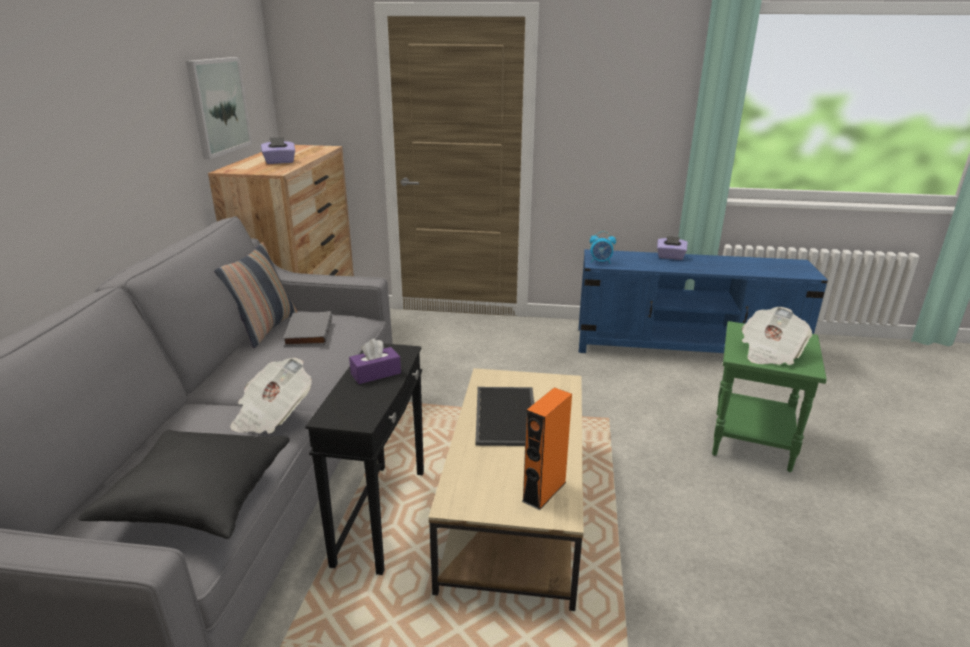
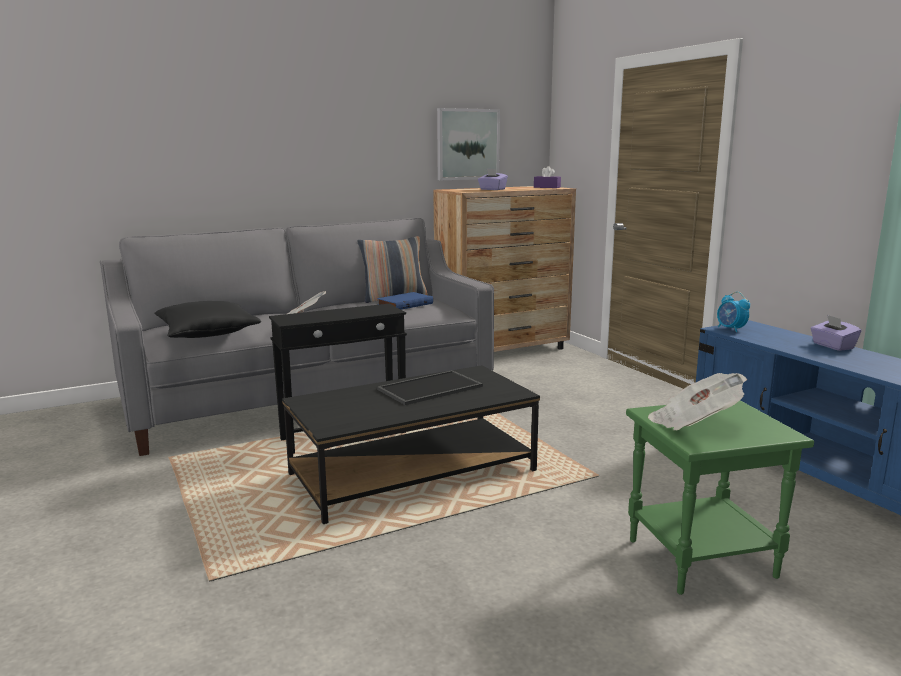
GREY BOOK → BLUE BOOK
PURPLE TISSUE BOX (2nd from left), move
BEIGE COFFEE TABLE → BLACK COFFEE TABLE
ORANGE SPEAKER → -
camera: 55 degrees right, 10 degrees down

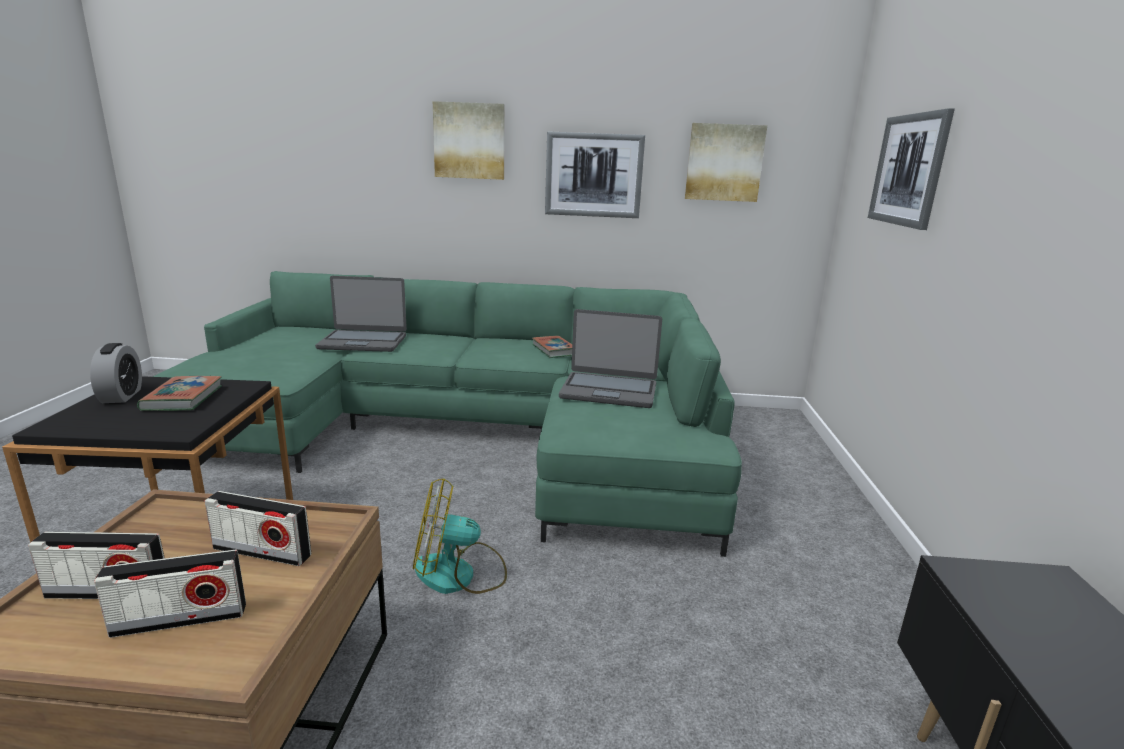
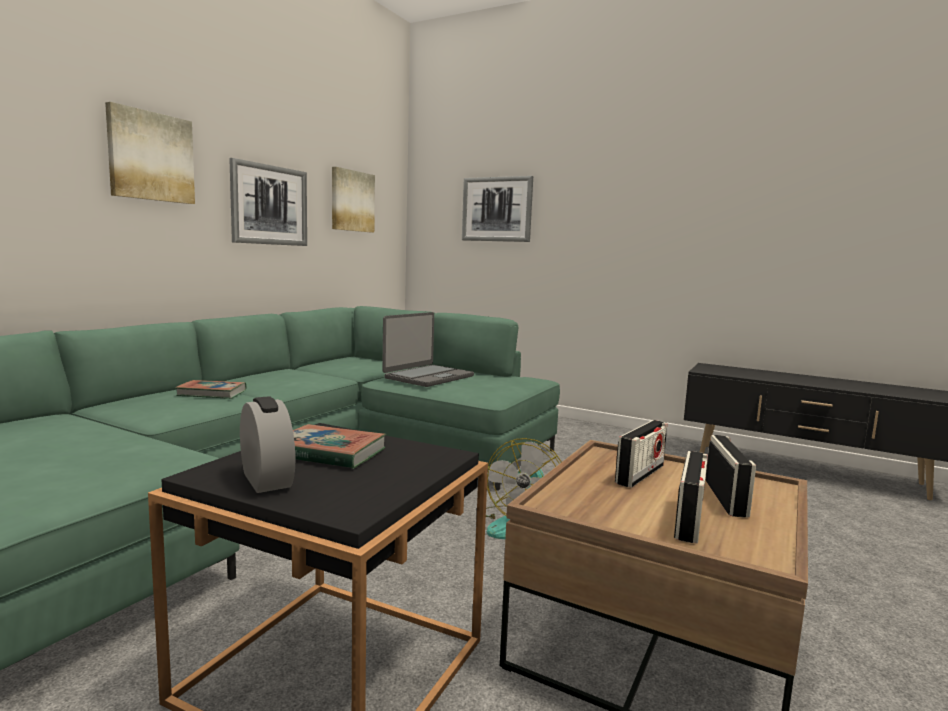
ALARM CLOCK, 45 degrees clockwise
LAPTOP (1st from left) → -
BOOK (2nd from left in the first image) → BOOK (1st from left), move
camera: 65 degrees left, 10 degrees down

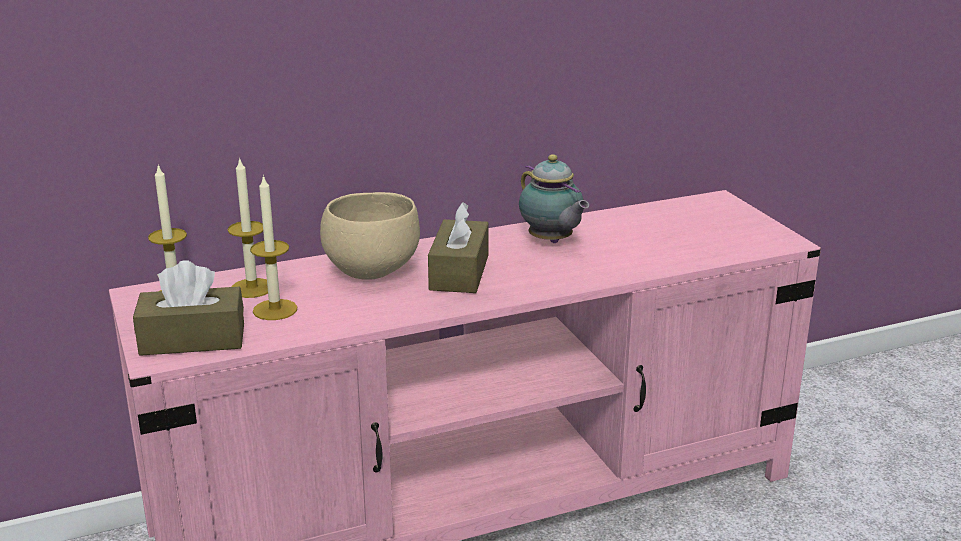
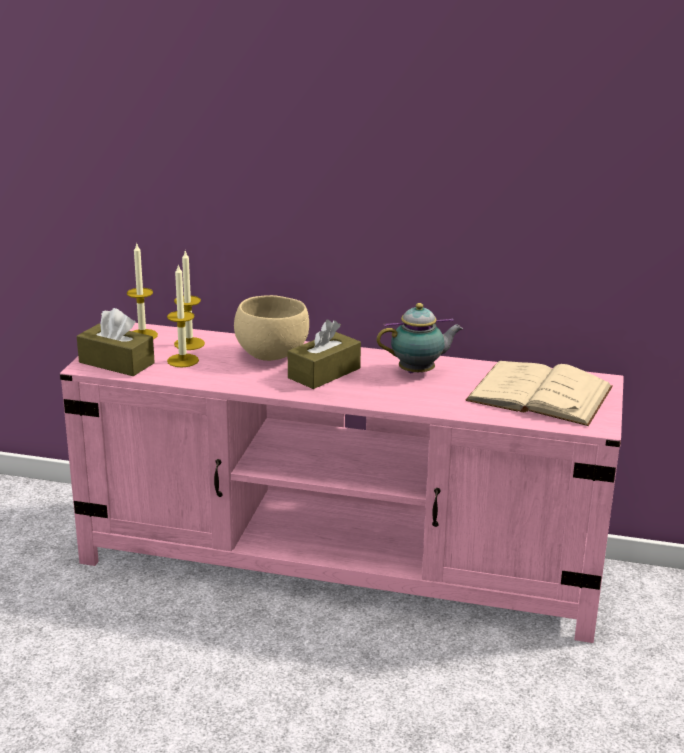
TEAPOT, 105 degrees counterclockwise
- → BEIGE BOOK
camera: 35 degrees right, 0 degrees up

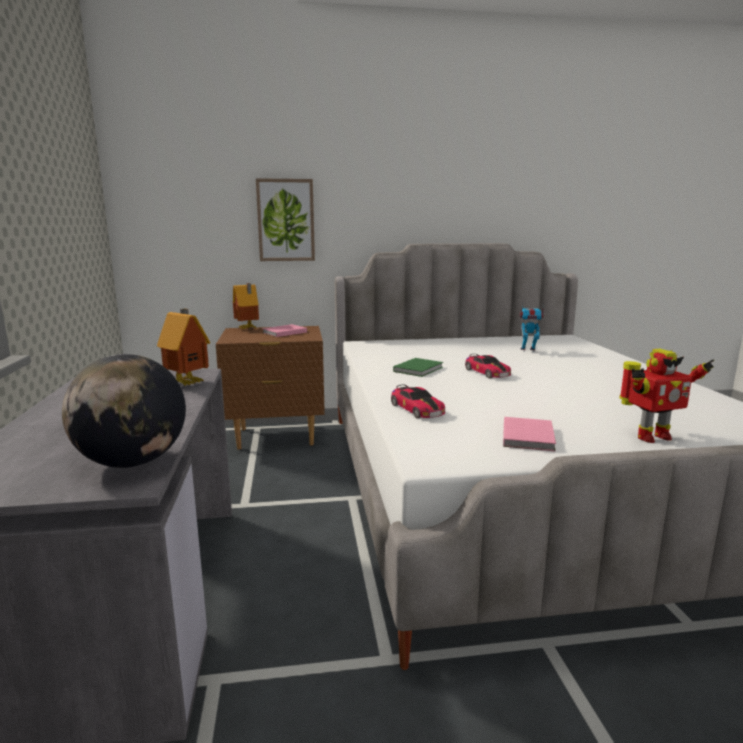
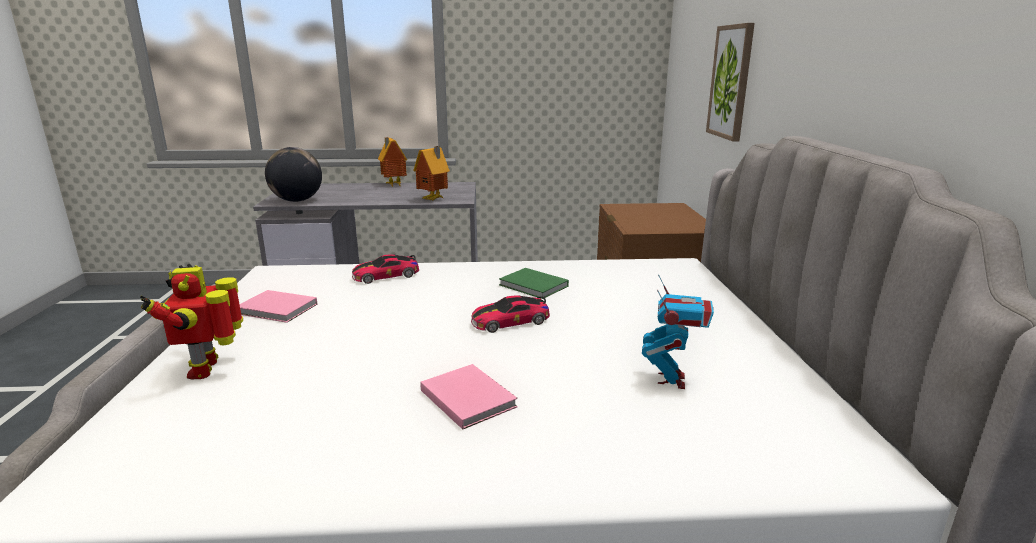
TOY HOUSE (2nd from left in the first image) → TOY HOUSE (1st from left), move
PINK BOOK (1st from left in the first image) → PINK BOOK (2nd from left), move
camera: 95 degrees right, 5 degrees up

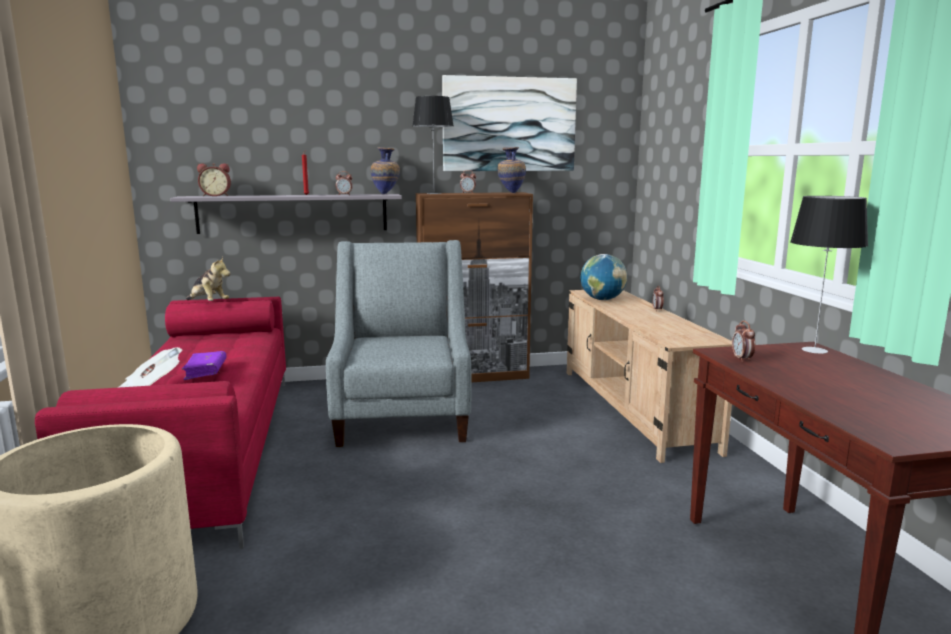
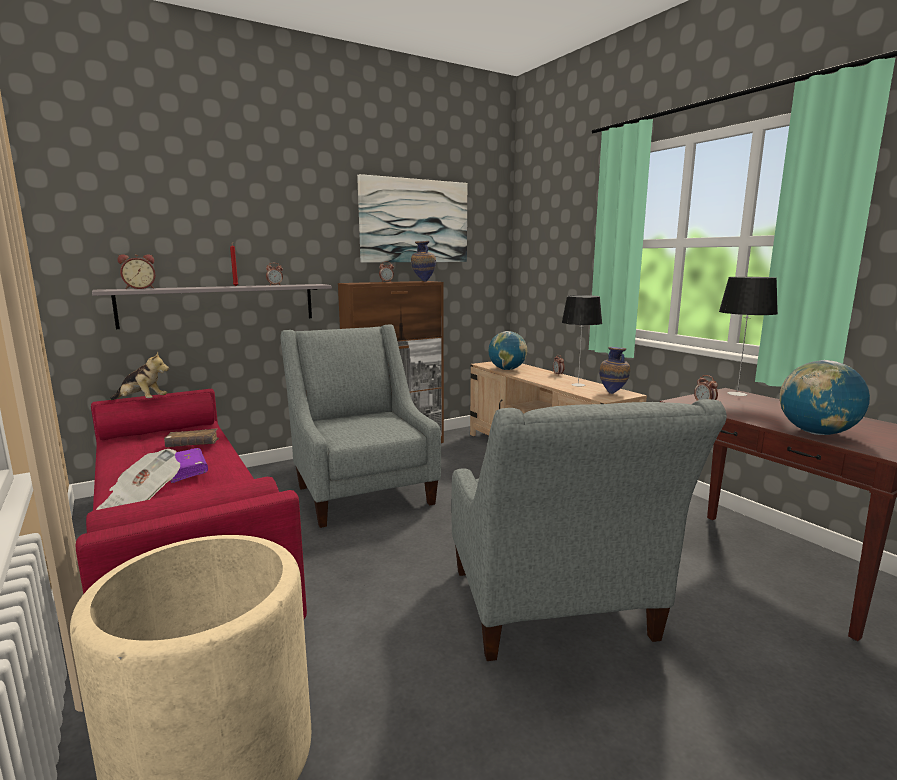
VASE (1st from left in the first image) → VASE (2nd from left), move
TABLE LAMP (1st from left), move
- → BROWN BOOK
- → GREY ARMCHAIR (2nd from left)
- → GLOBE (2nd from left)
camera: 20 degrees left, 0 degrees up

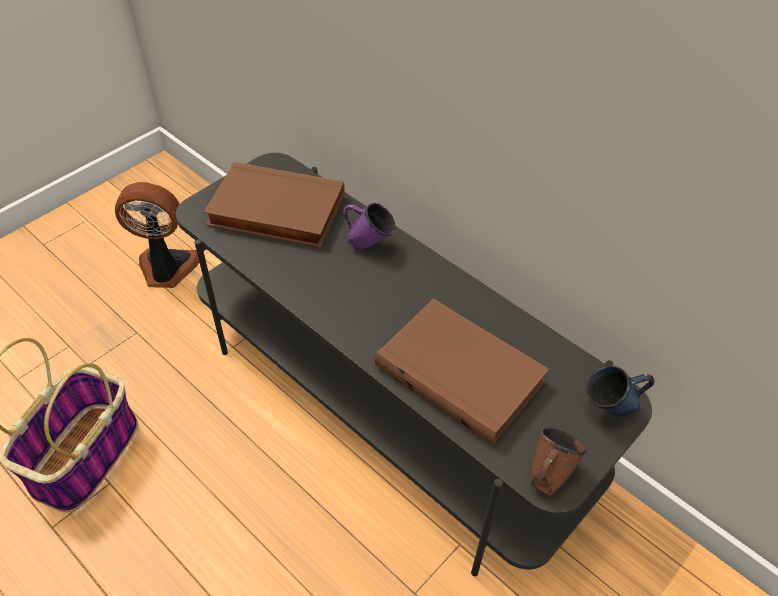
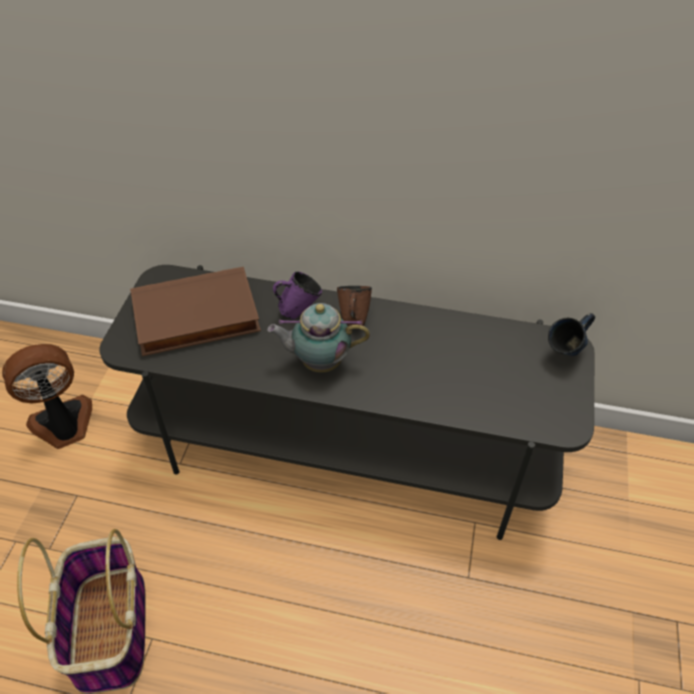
BROWN BOOK (2nd from left) → -
BROWN MUG, move
- → TEAPOT
camera: 30 degrees left, 0 degrees up

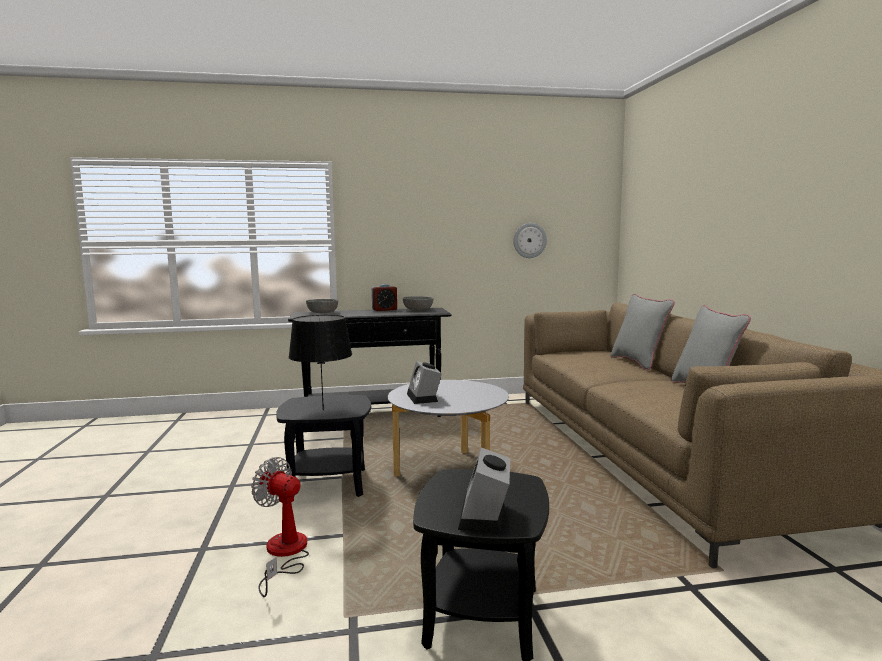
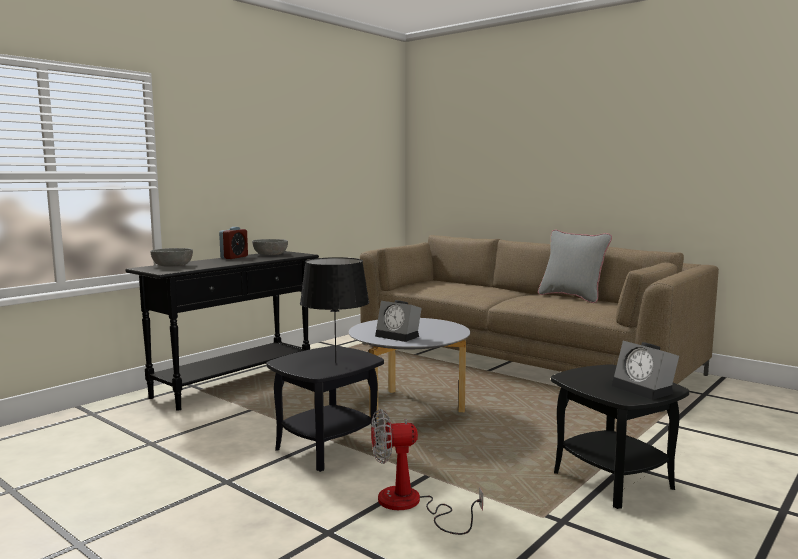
WALL CLOCK → -
GREY PILLOW (1st from left) → -
camera: 40 degrees left, 0 degrees up

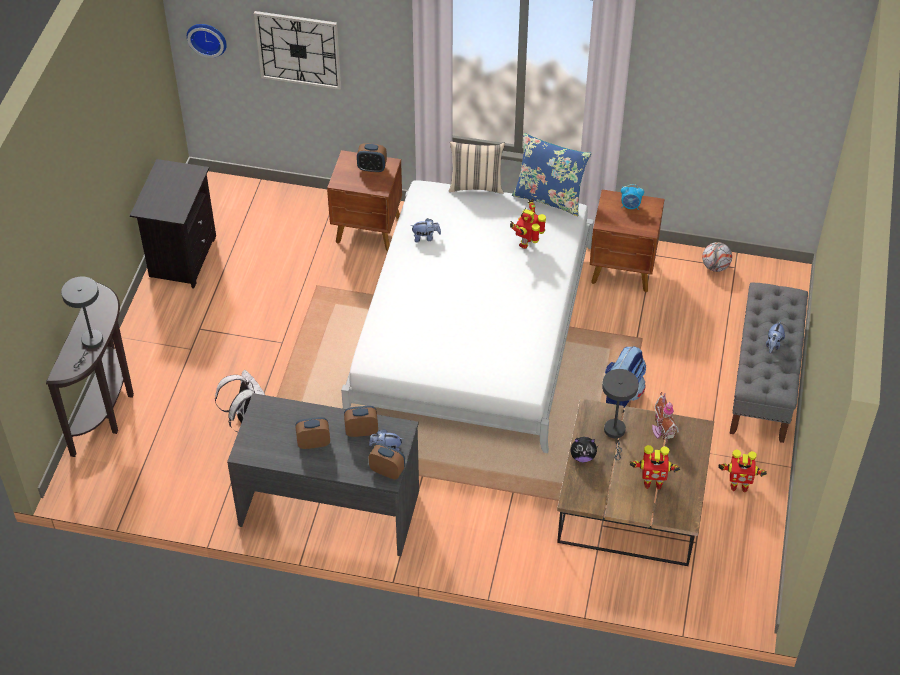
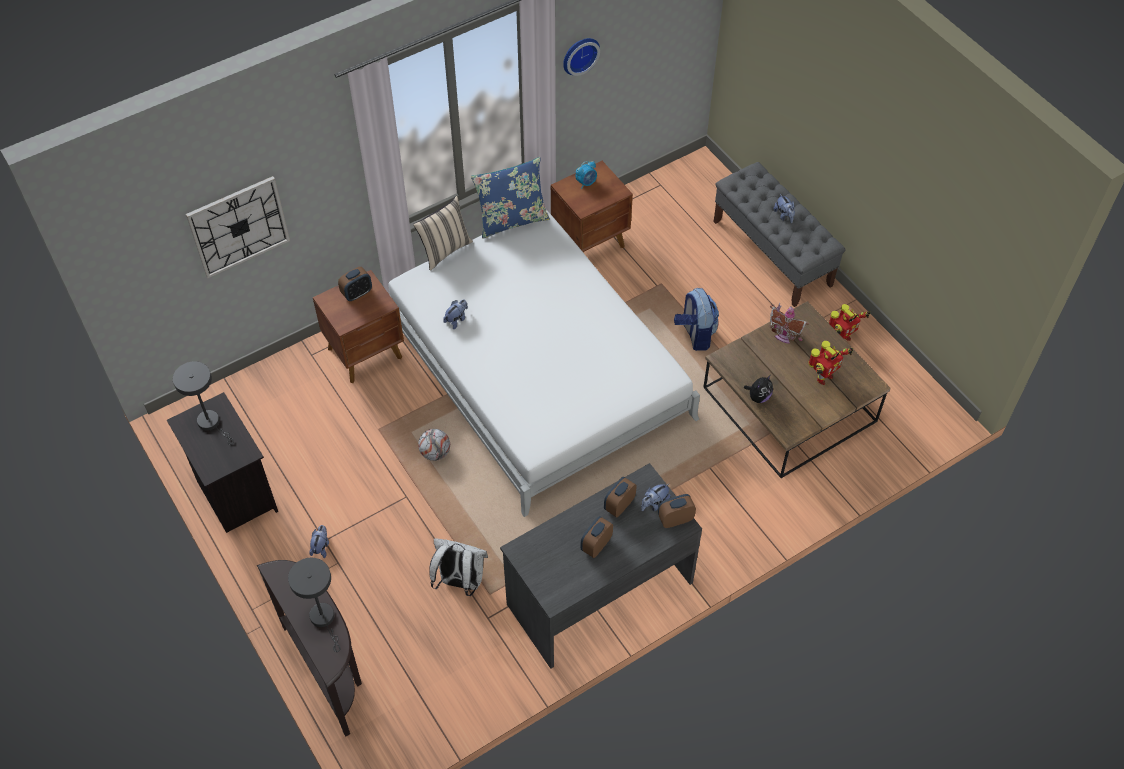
WALL CLOCK (1st from left in the first image) → WALL CLOCK (2nd from left), move
TOY ROBOT (1st from left) → -
GREY TABLE LAMP (2nd from left in the first image) → GREY TABLE LAMP (1st from left), move
FOOTBALL, move
- → PLUSH TOY (1st from left)
camera: 45 degrees left, 5 degrees up

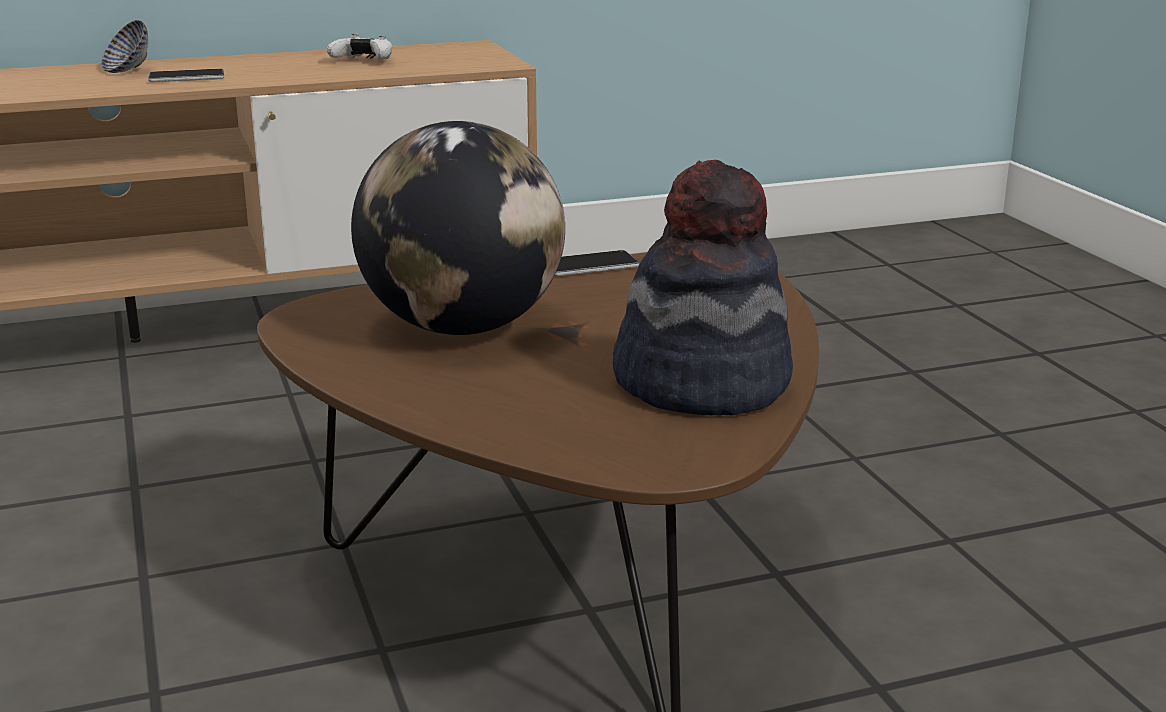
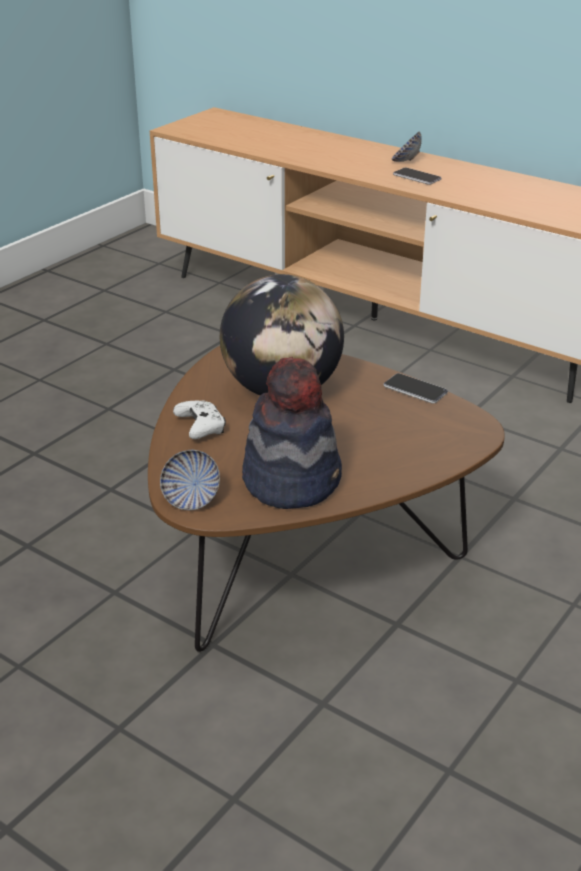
WHITE GAME CONTROLLER, move
- → BOWL (1st from left)
camera: 55 degrees right, 10 degrees up

